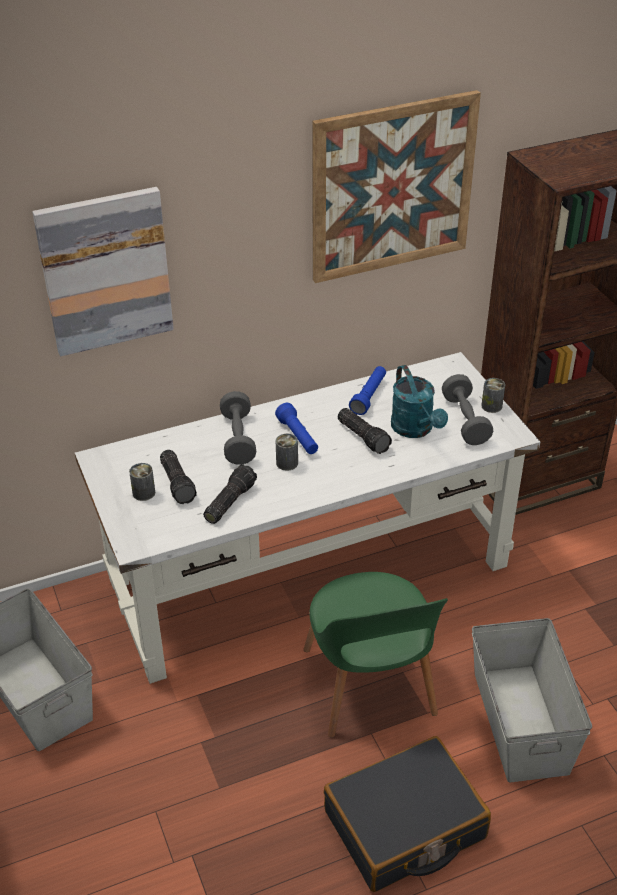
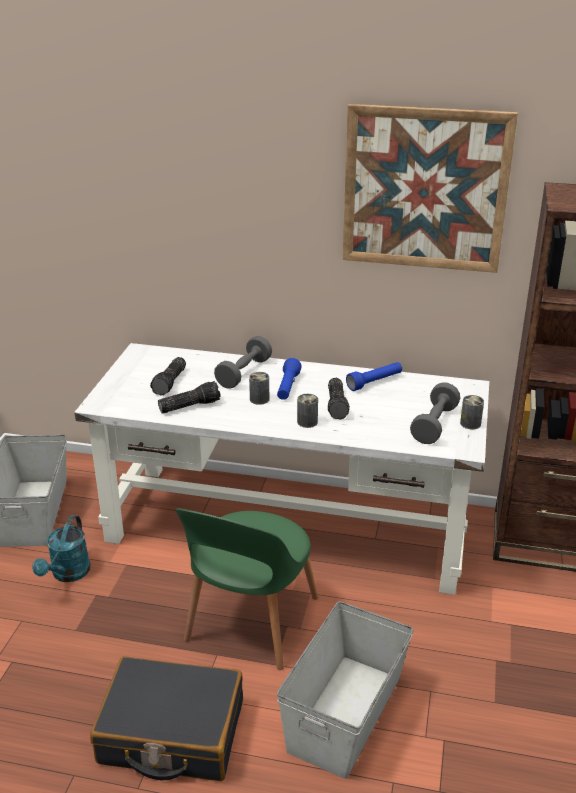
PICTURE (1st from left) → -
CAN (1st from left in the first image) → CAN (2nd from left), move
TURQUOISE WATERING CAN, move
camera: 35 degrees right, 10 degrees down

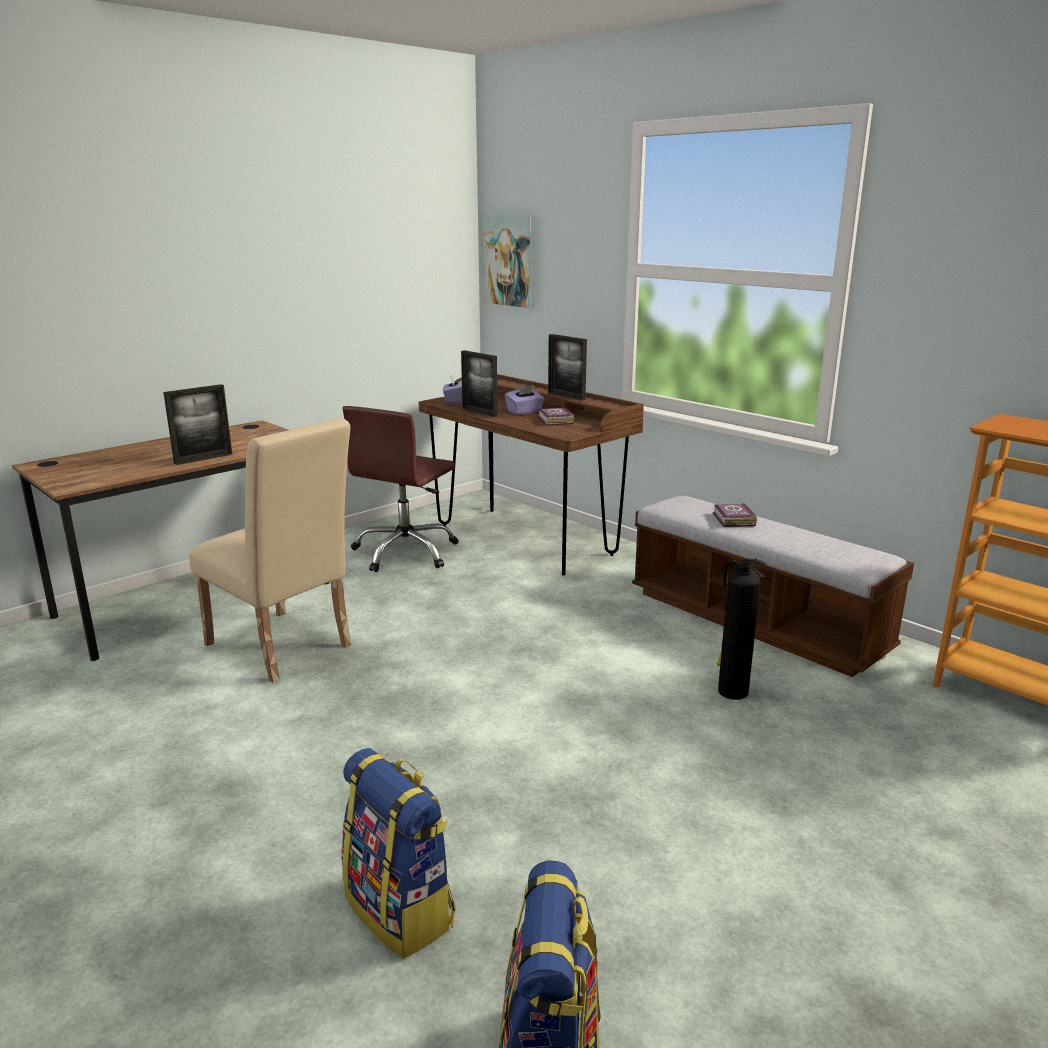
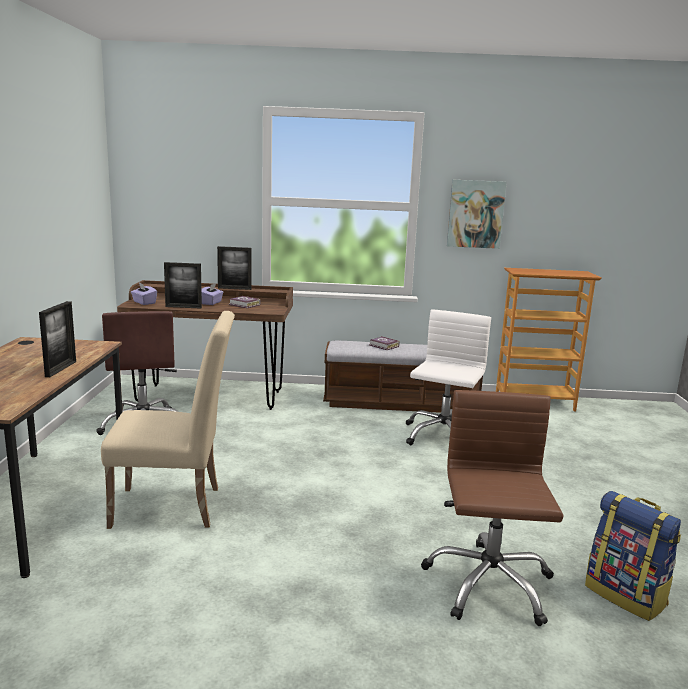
BACKPACK (1st from left) → BROWN OFFICE CHAIR (2nd from left)
PICTURE, move
FIRE EXTINGUISHER → WHITE OFFICE CHAIR
camera: 45 degrees left, 5 degrees down

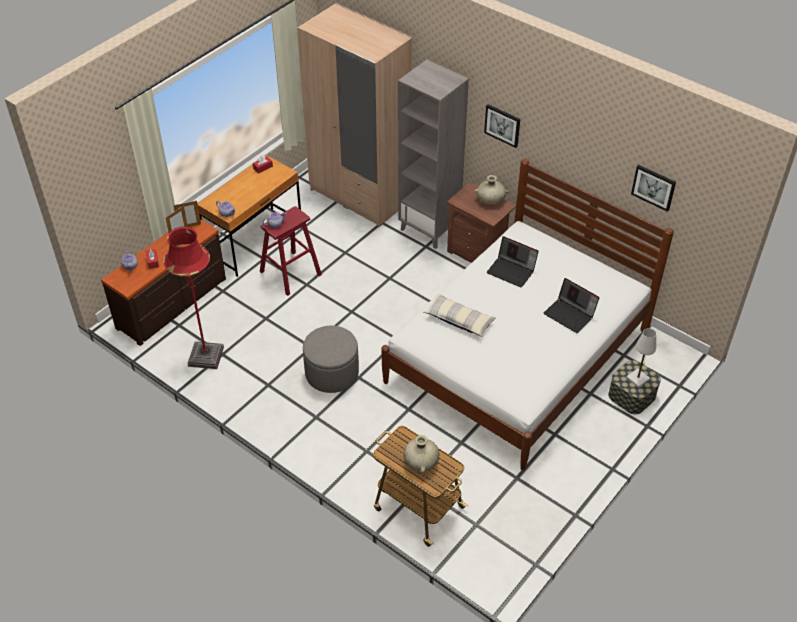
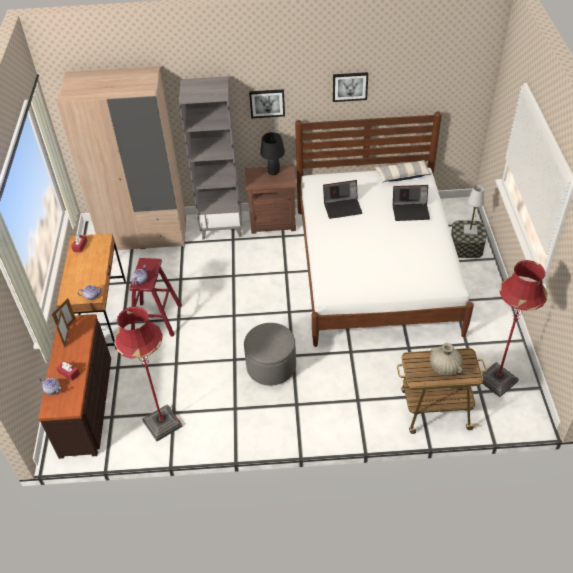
PILLOW, move
BEIGE VASE (2nd from left) → BLACK TABLE LAMP
PICTURE (2nd from left), move
- → RED FLOOR LAMP (2nd from left)
camera: 40 degrees left, 0 degrees up

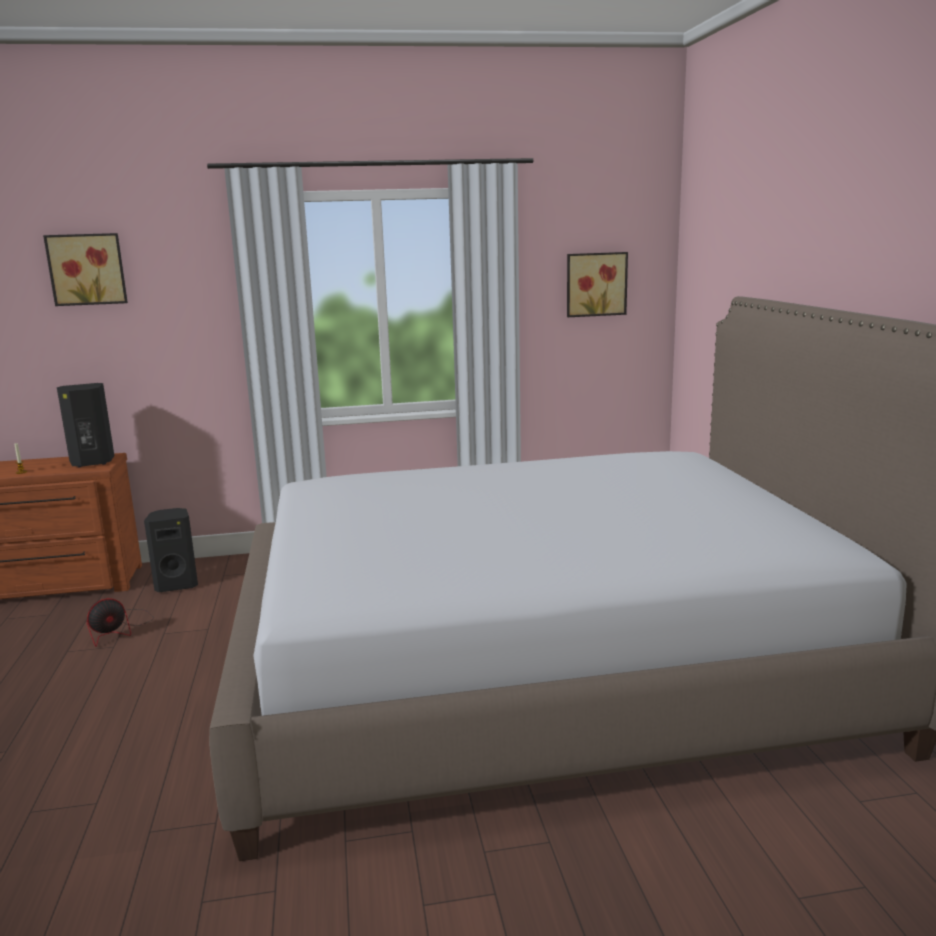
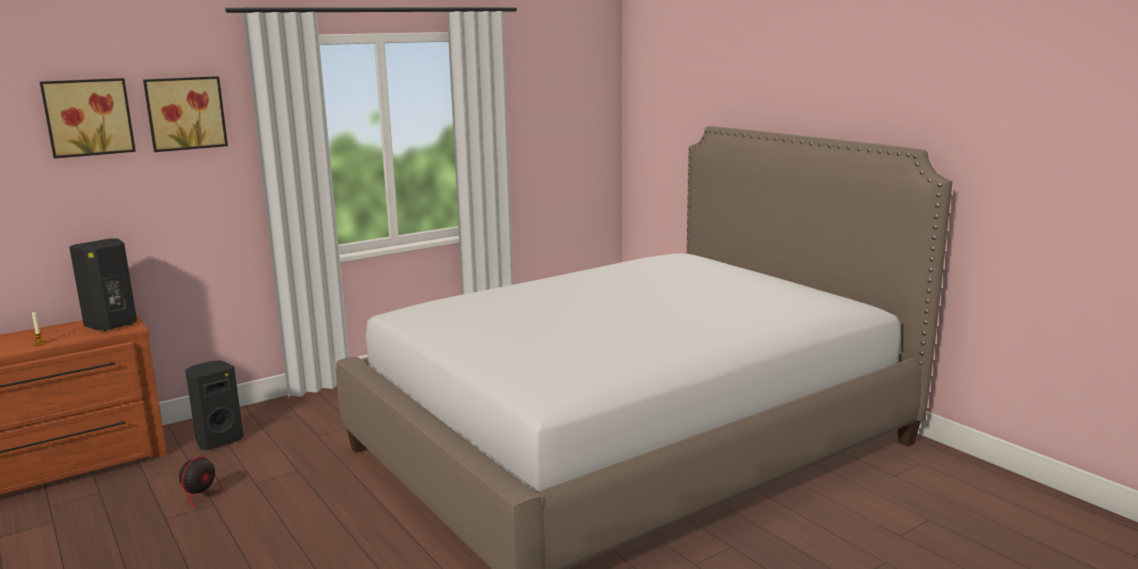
PICTURE (2nd from left), move
camera: 25 degrees left, 0 degrees up

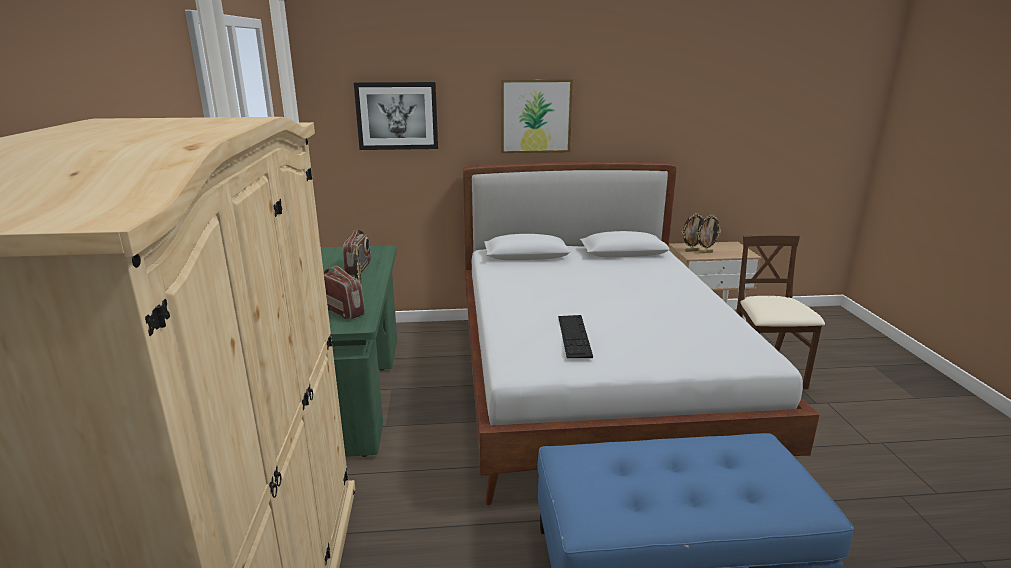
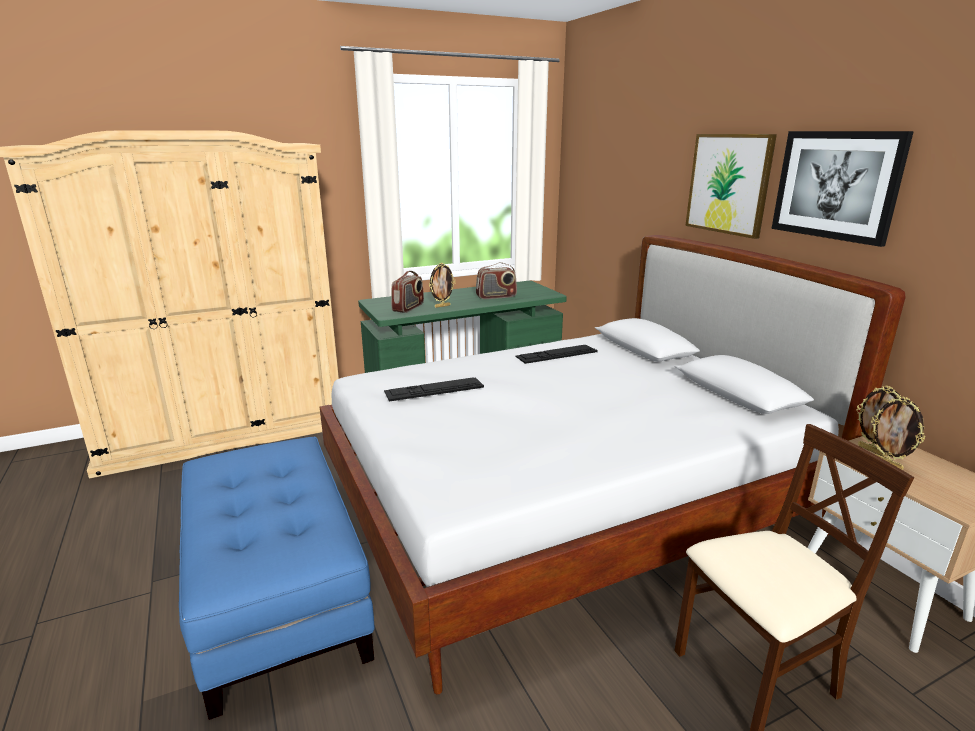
PICTURE (1st from left in the first image) → PICTURE (2nd from left), move
- → KEYBOARD (2nd from left)
camera: 70 degrees right, 0 degrees up

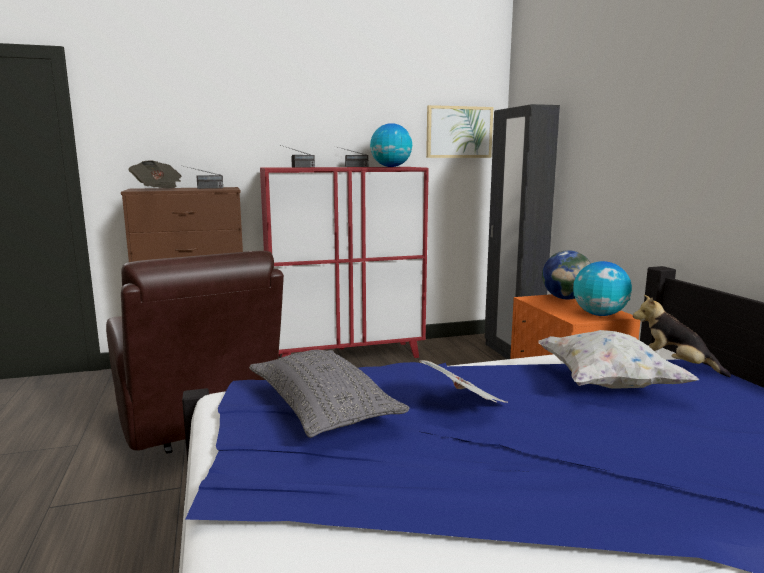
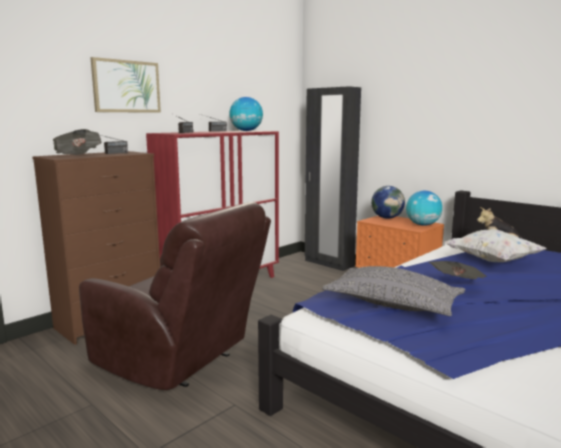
PICTURE, move
camera: 30 degrees left, 0 degrees up

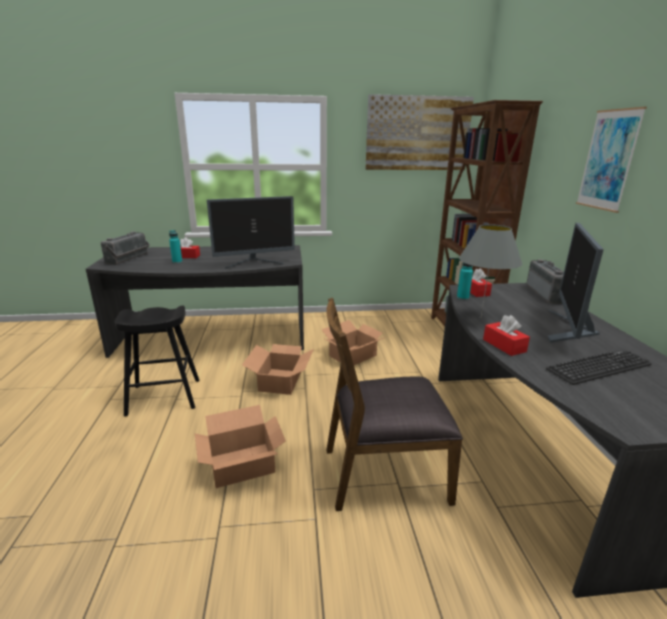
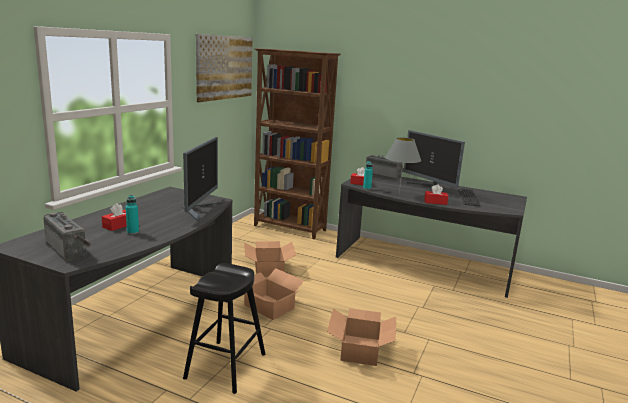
BROWN CHAIR → -
PICTURE (2nd from left) → -
camera: 60 degrees left, 5 degrees down

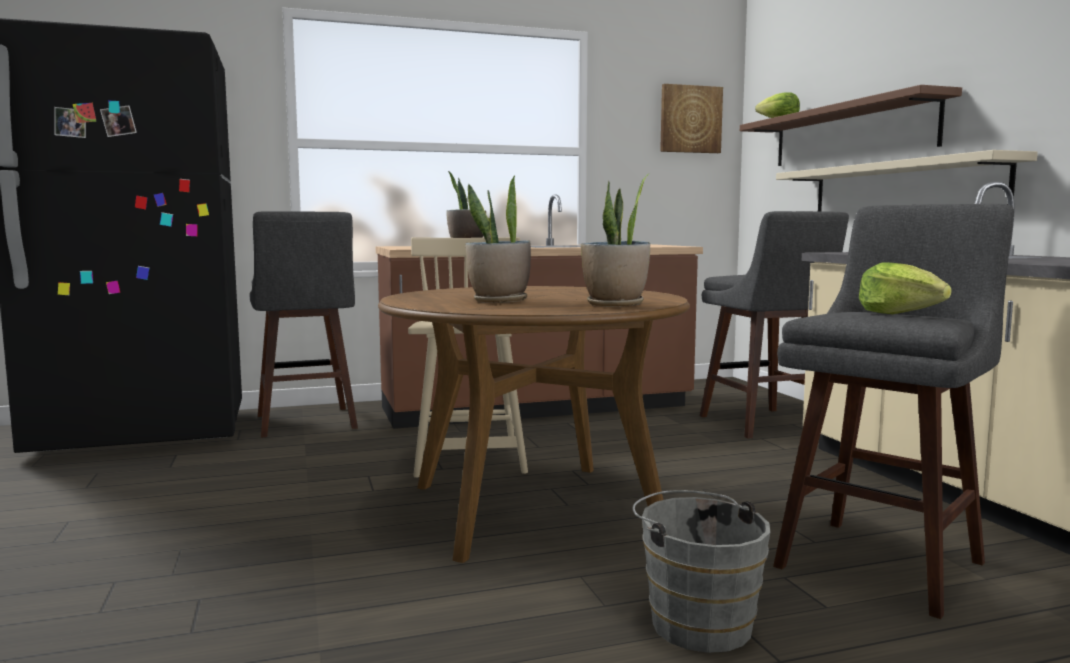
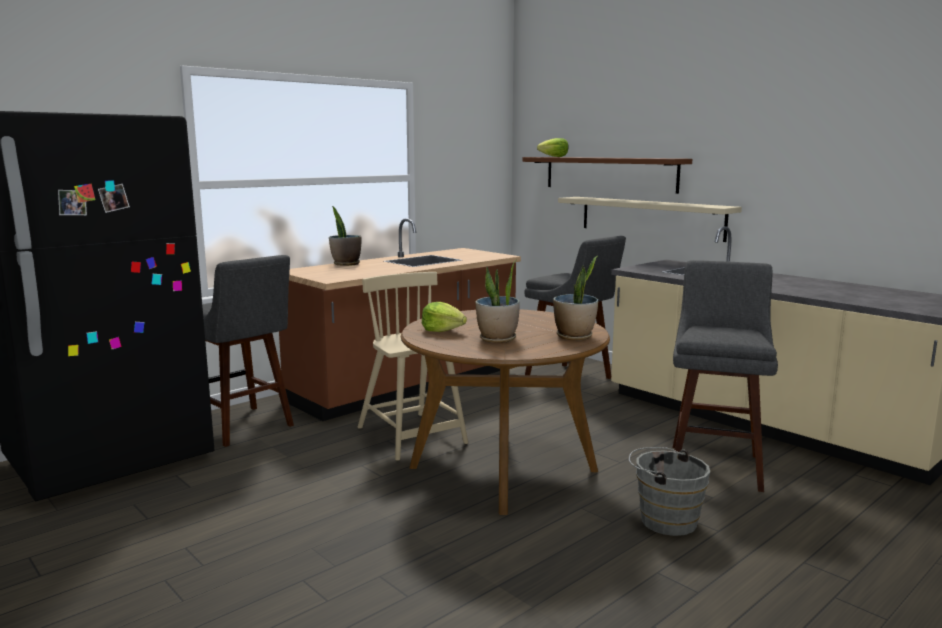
PICTURE → -
LETTUCE (2nd from left in the first image) → LETTUCE (1st from left), move
camera: 25 degrees left, 5 degrees up

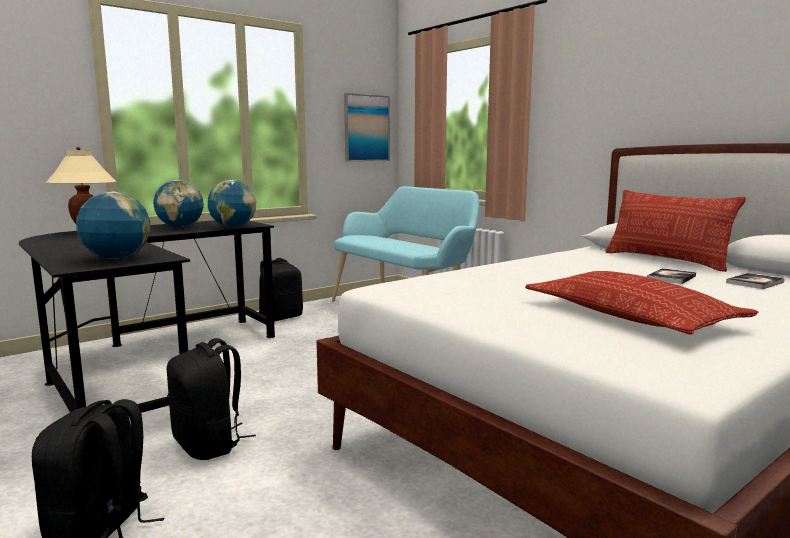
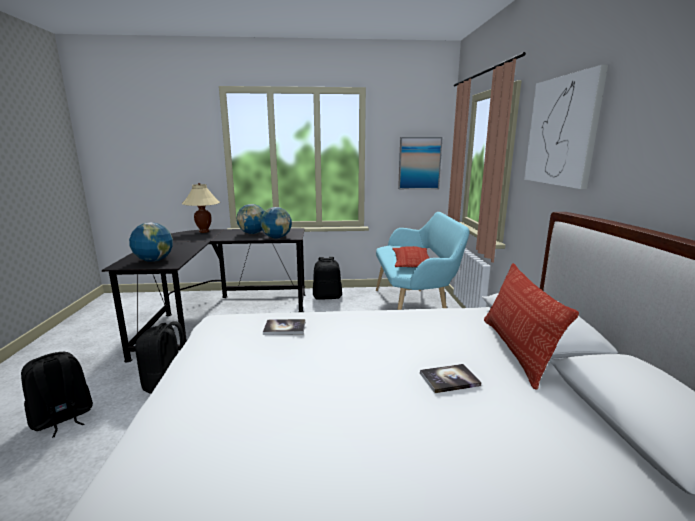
PILLOW (1st from left), move
BOOK (2nd from left in the first image) → BOOK (1st from left), move
- → PICTURE (2nd from left)
camera: 35 degrees right, 5 degrees up

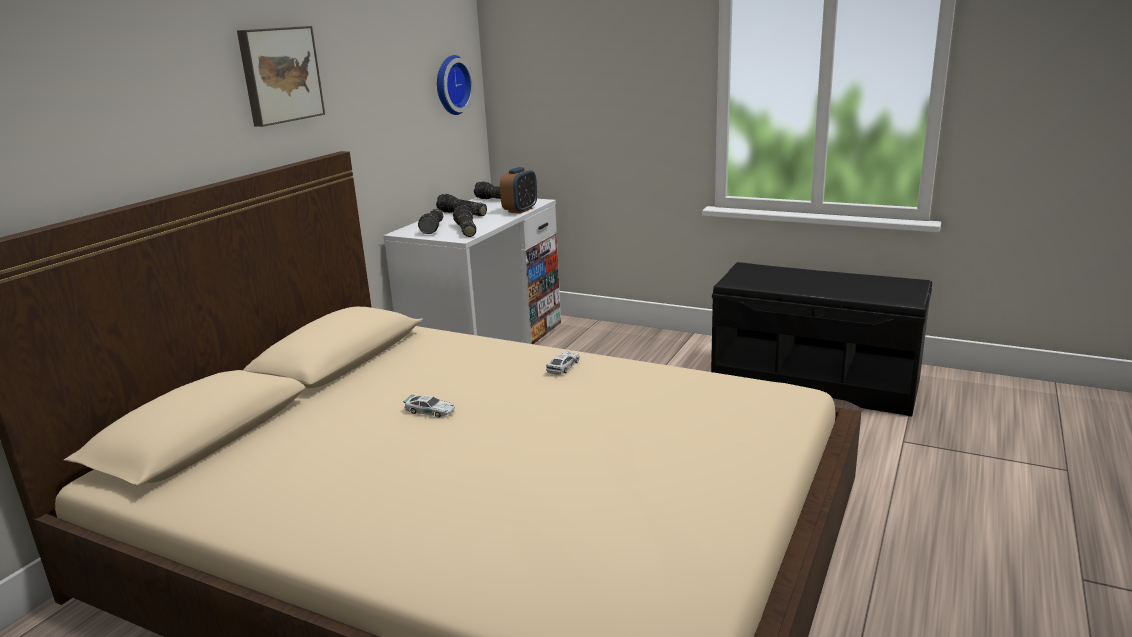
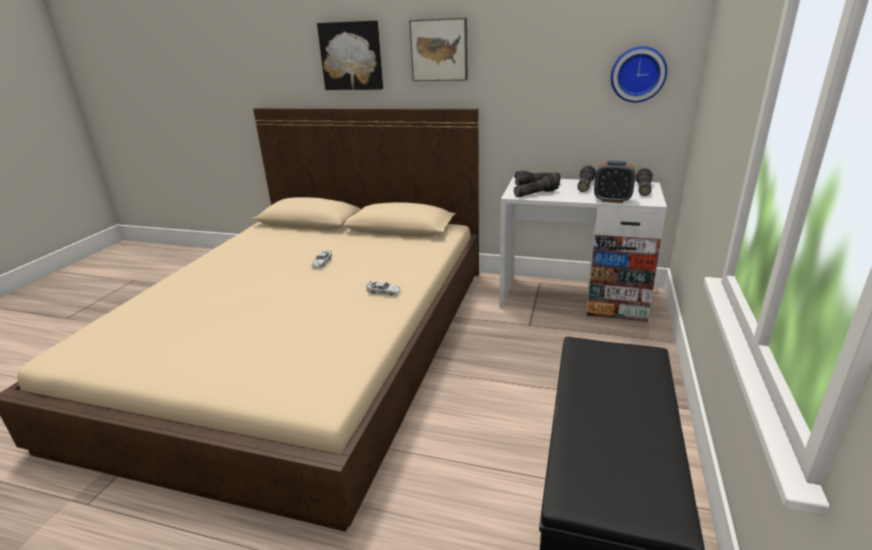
- → PICTURE (1st from left)
camera: 80 degrees right, 5 degrees up

